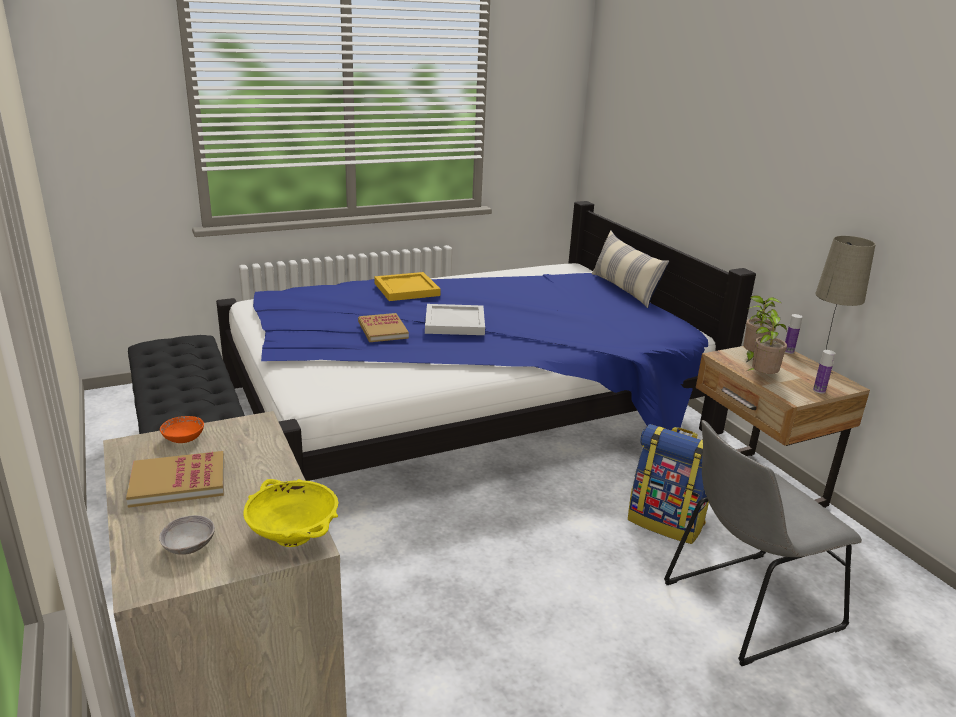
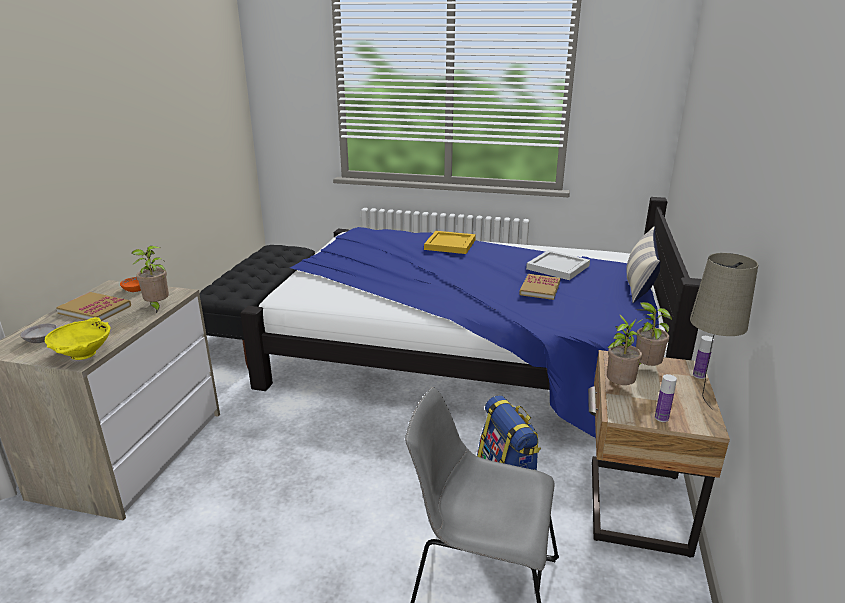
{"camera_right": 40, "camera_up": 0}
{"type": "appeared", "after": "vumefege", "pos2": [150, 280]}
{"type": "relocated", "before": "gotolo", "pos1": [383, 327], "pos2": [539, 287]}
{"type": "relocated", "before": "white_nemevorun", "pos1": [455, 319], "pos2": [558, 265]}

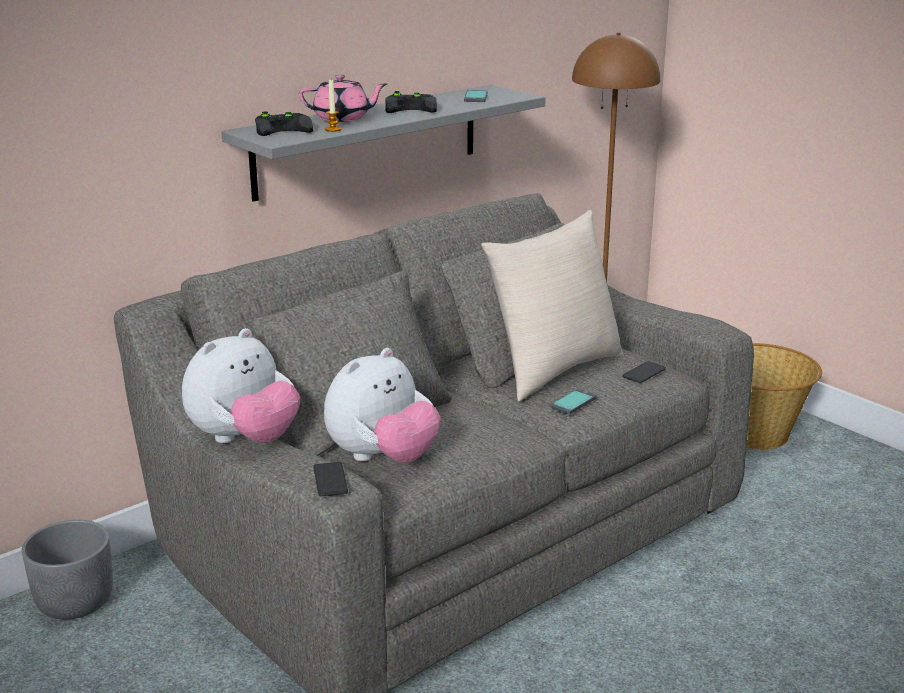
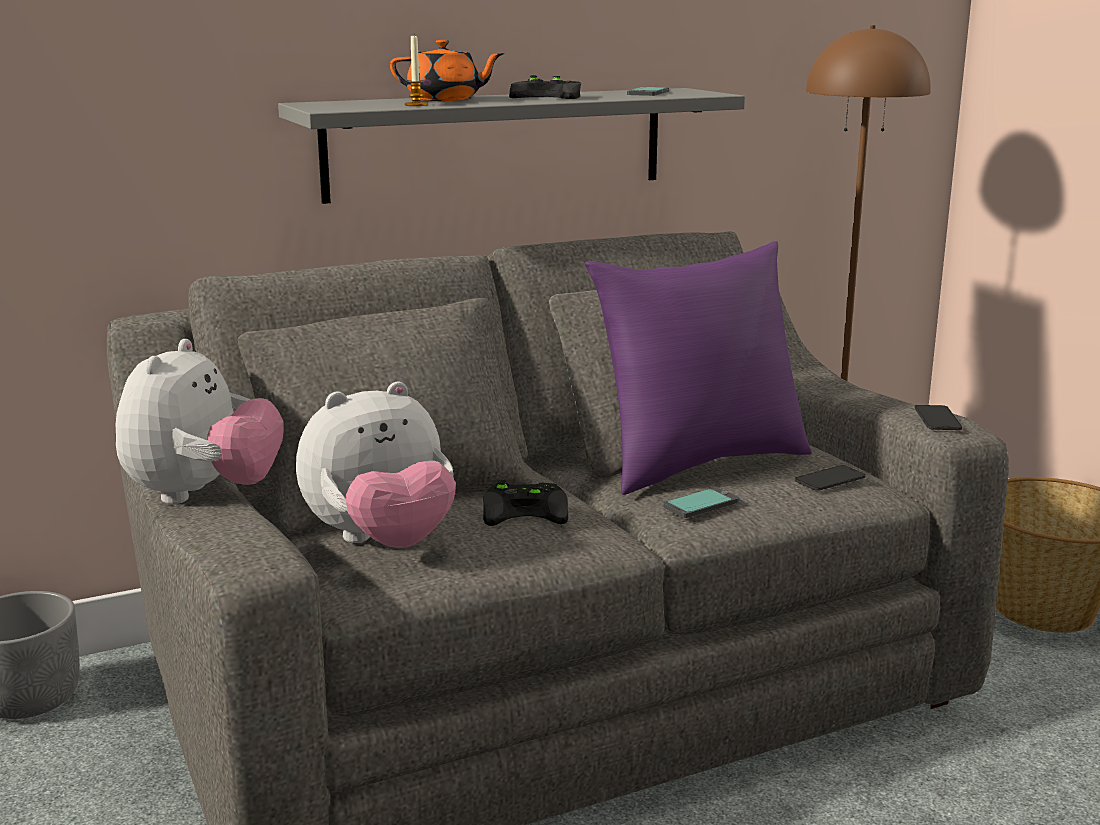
{"camera_right": 15, "camera_up": -5}
{"type": "spun", "before": "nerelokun", "pos1": [241, 385], "pos2": [200, 421], "turn": -45}
{"type": "colour", "before": "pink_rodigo", "after": "orange_rodigo", "pos1": [343, 98], "pos2": [447, 70]}
{"type": "relocated", "before": "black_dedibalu", "pos1": [284, 123], "pos2": [525, 503]}
{"type": "colour", "before": "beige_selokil", "after": "purple_selokil", "pos1": [552, 305], "pos2": [698, 368]}
{"type": "relocated", "before": "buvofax", "pos1": [330, 479], "pos2": [938, 417]}

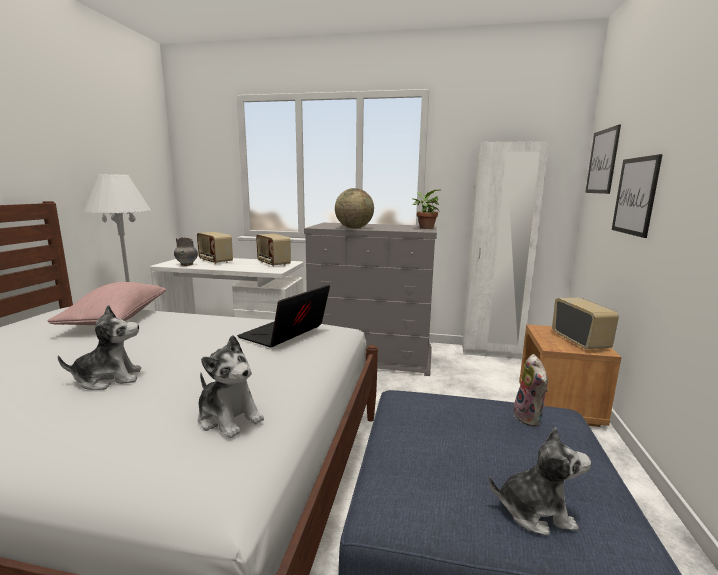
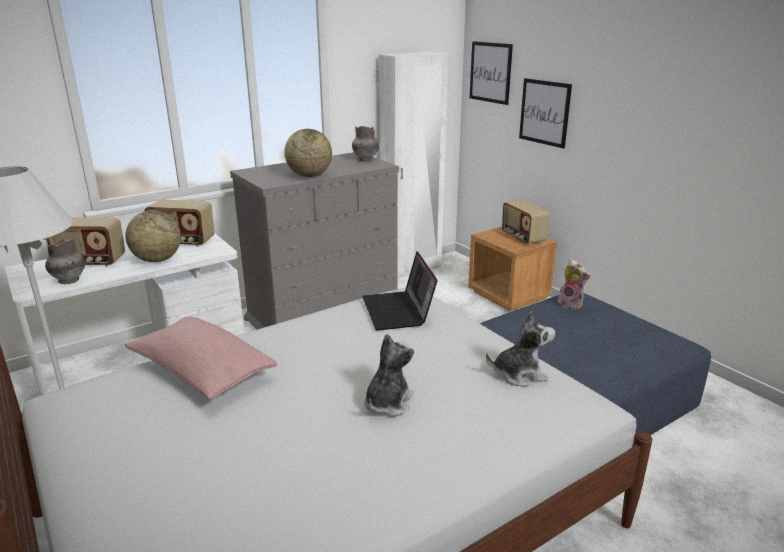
{"camera_right": -45, "camera_up": 10}
{"type": "appeared", "after": "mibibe", "pos2": [153, 236]}
{"type": "exchanged", "before": "vumefege", "after": "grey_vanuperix", "pos1": [426, 209], "pos2": [365, 143]}
{"type": "spun", "before": "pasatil", "pos1": [585, 323], "pos2": [526, 222], "turn": -150}
{"type": "missing", "before": "nerelokun", "pos1": [540, 481]}

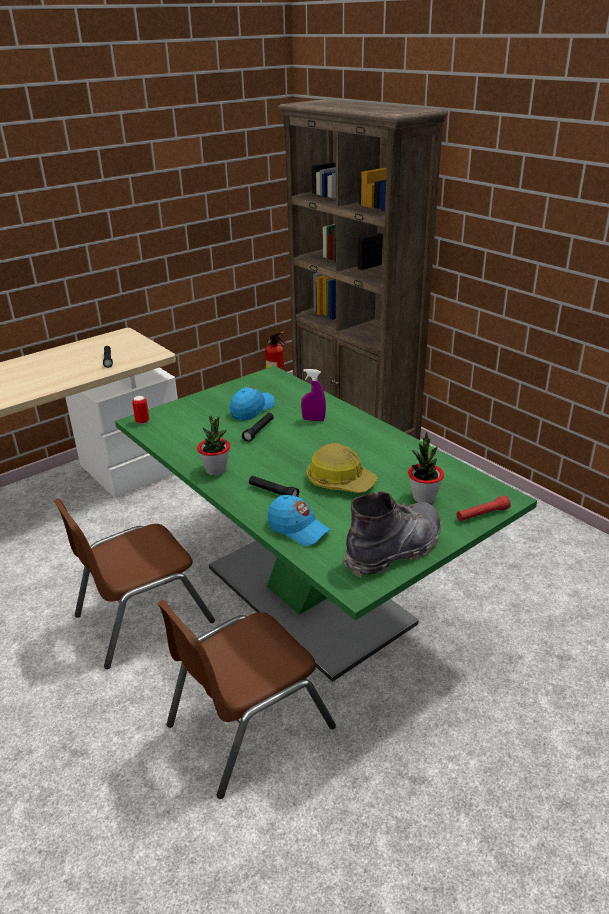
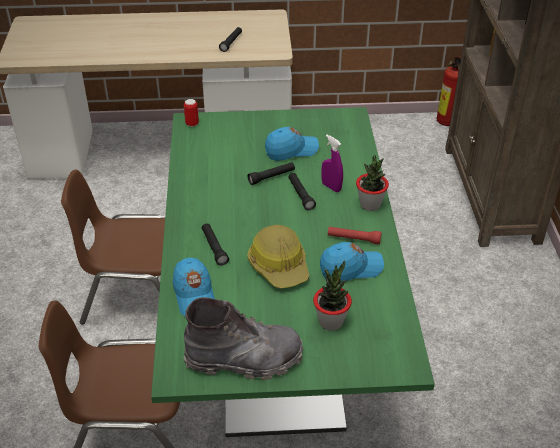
{"camera_right": 35, "camera_up": 10}
{"type": "appeared", "after": "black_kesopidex", "pos2": [302, 191]}
{"type": "appeared", "after": "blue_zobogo", "pos2": [352, 262]}
{"type": "relocated", "before": "red_kesopidex", "pos1": [484, 508], "pos2": [355, 236]}
{"type": "relocated", "before": "vumefege", "pos1": [213, 445], "pos2": [372, 183]}

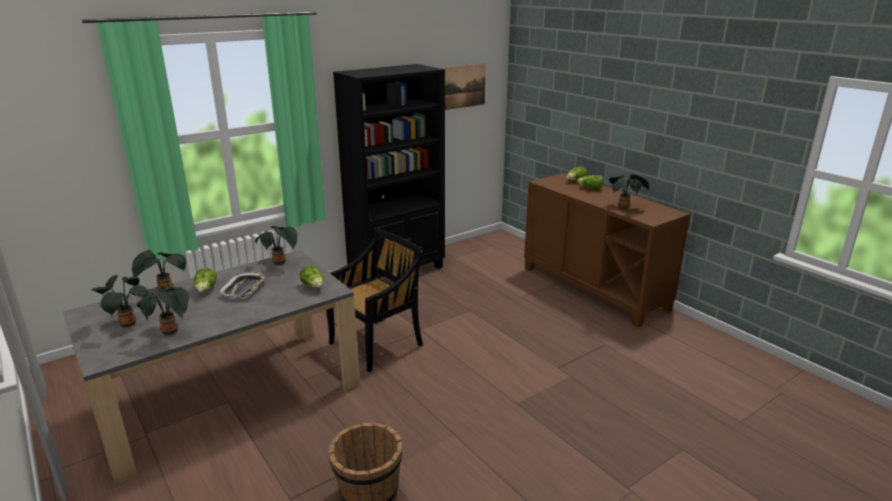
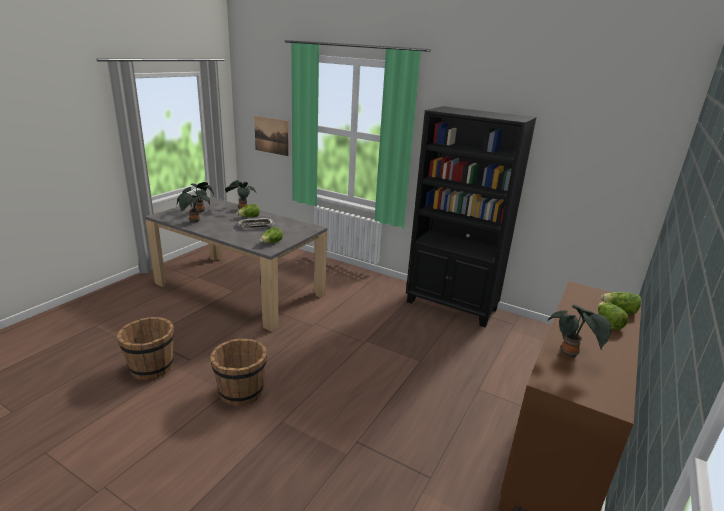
{"camera_right": 65, "camera_up": 0}
{"type": "appeared", "after": "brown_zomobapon", "pos2": [238, 372]}
{"type": "relocated", "before": "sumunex", "pos1": [465, 86], "pos2": [271, 136]}
{"type": "missing", "before": "vumefege", "pos1": [276, 245]}
{"type": "missing", "before": "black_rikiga", "pos1": [374, 300]}

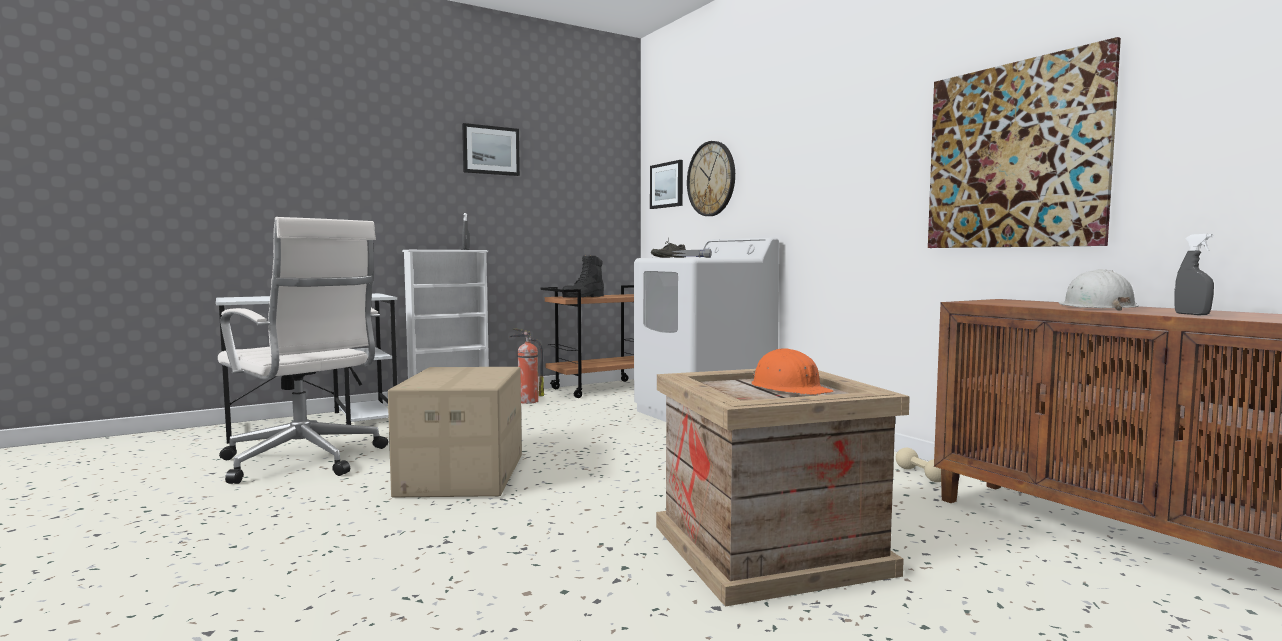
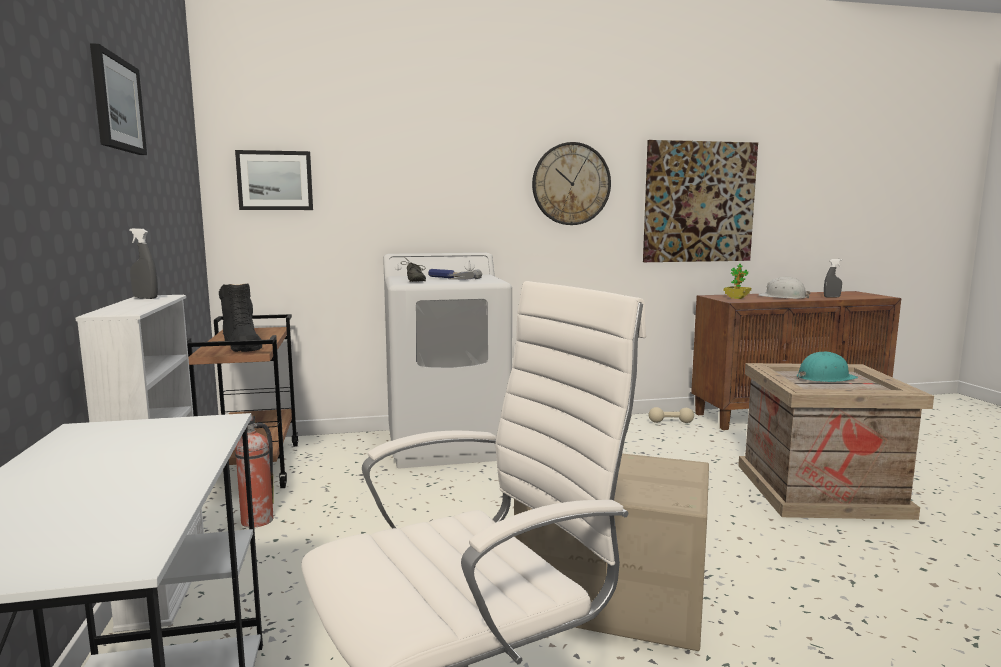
{"camera_right": -70, "camera_up": 5}
{"type": "relocated", "before": "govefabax", "pos1": [711, 178], "pos2": [571, 183]}
{"type": "appeared", "after": "vumefege", "pos2": [737, 281]}
{"type": "colour", "before": "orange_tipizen", "after": "turquoise_tipizen", "pos1": [792, 371], "pos2": [827, 367]}

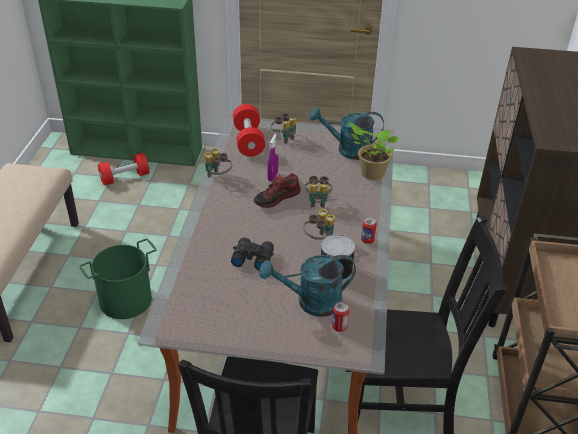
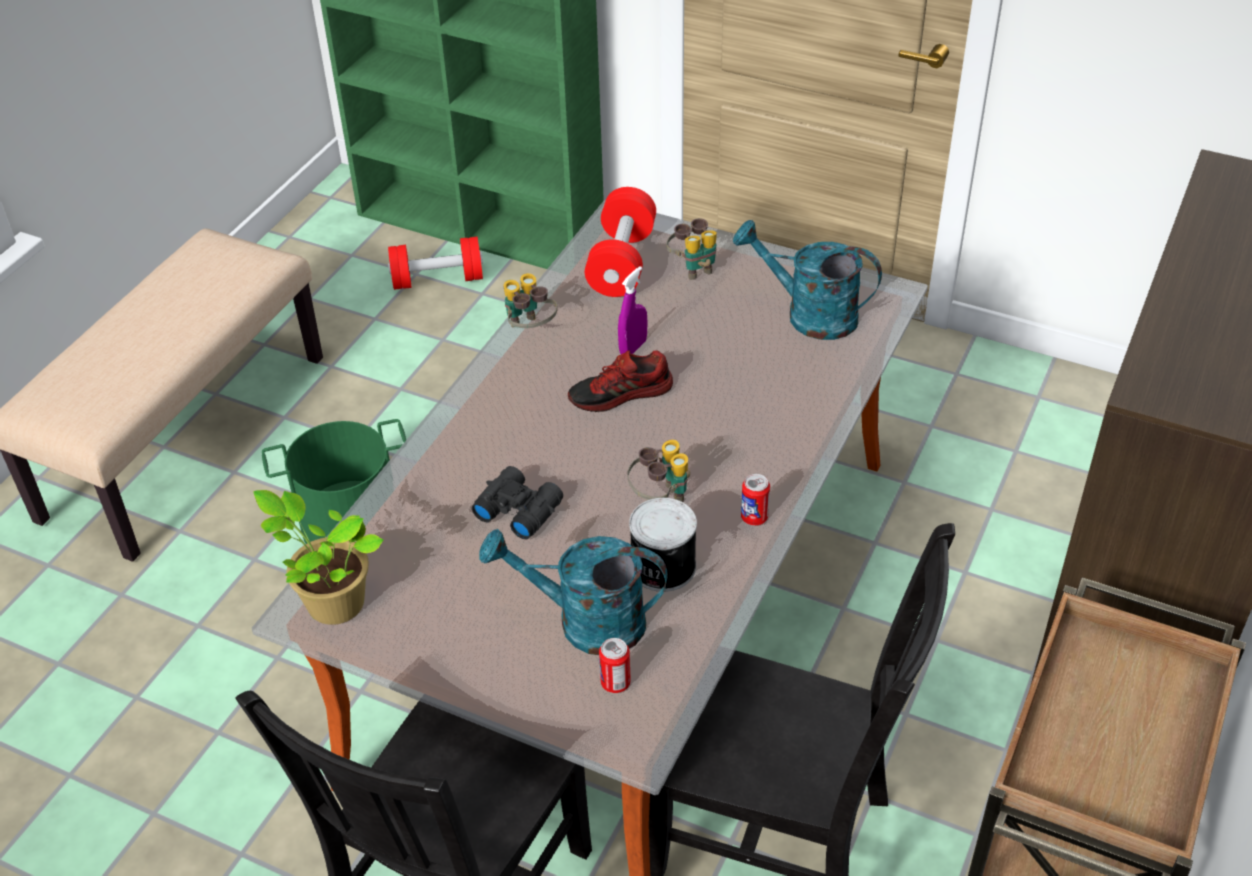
{"camera_right": 20, "camera_up": 5}
{"type": "relocated", "before": "vumefege", "pos1": [373, 151], "pos2": [319, 557]}
{"type": "missing", "before": "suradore", "pos1": [319, 192]}

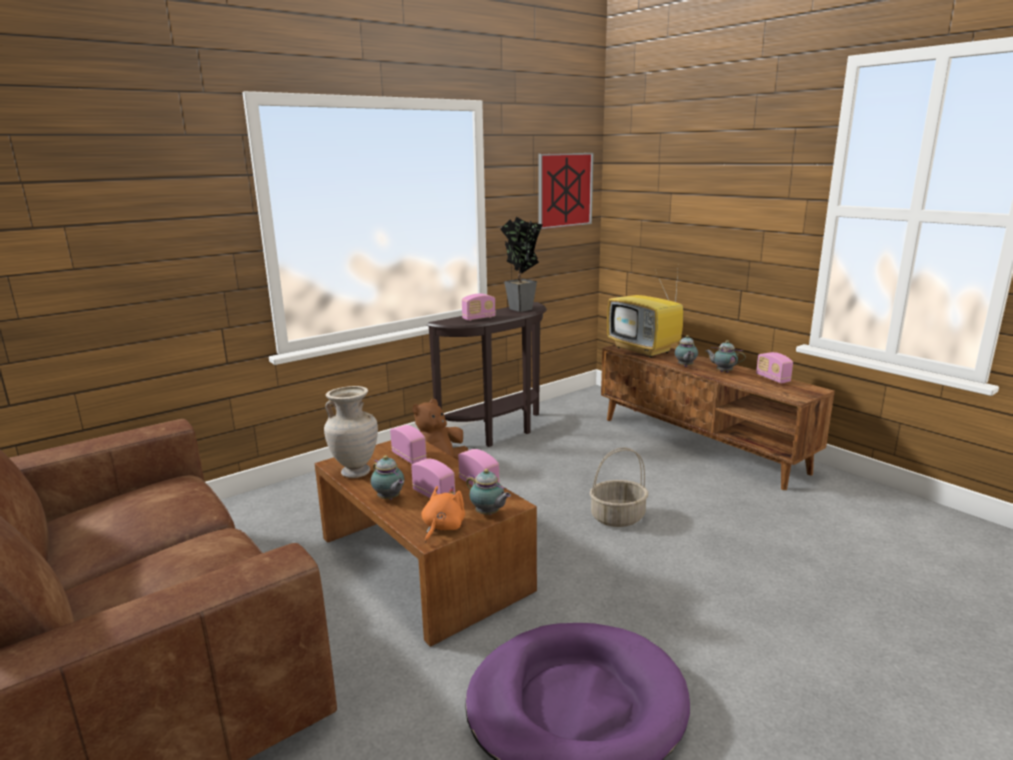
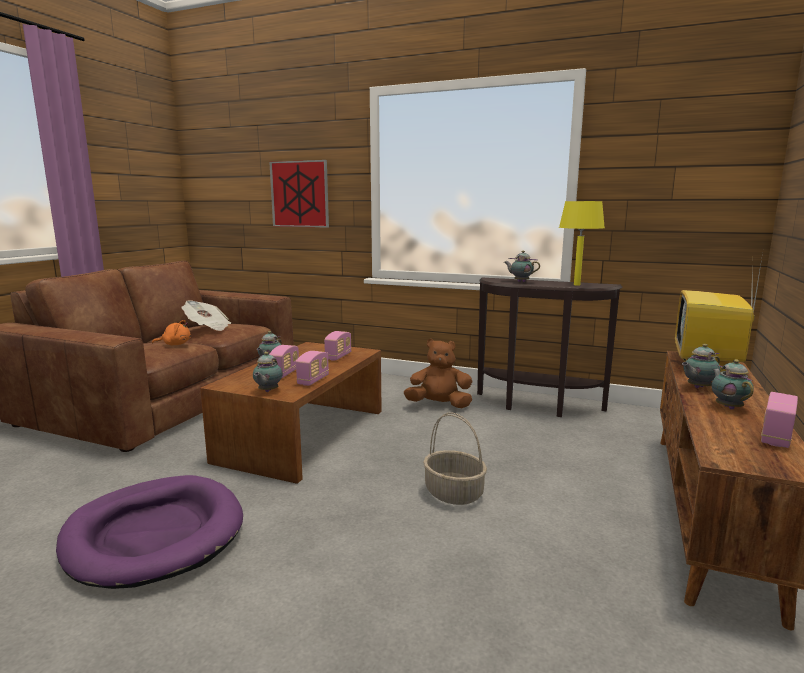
{"camera_right": 60, "camera_up": -5}
{"type": "relocated", "before": "orange_nerelokun", "pos1": [443, 514], "pos2": [171, 332]}
{"type": "appeared", "after": "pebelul", "pos2": [206, 315]}
{"type": "relocated", "before": "sumunex", "pos1": [566, 191], "pos2": [299, 193]}
{"type": "exchanged", "before": "pasatil", "after": "rodigo", "pos1": [479, 307], "pos2": [522, 266]}
{"type": "exchanged", "before": "vumefege", "after": "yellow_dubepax", "pos1": [521, 264], "pos2": [582, 243]}
{"type": "missing", "before": "beige_vanuperix", "pos1": [351, 432]}

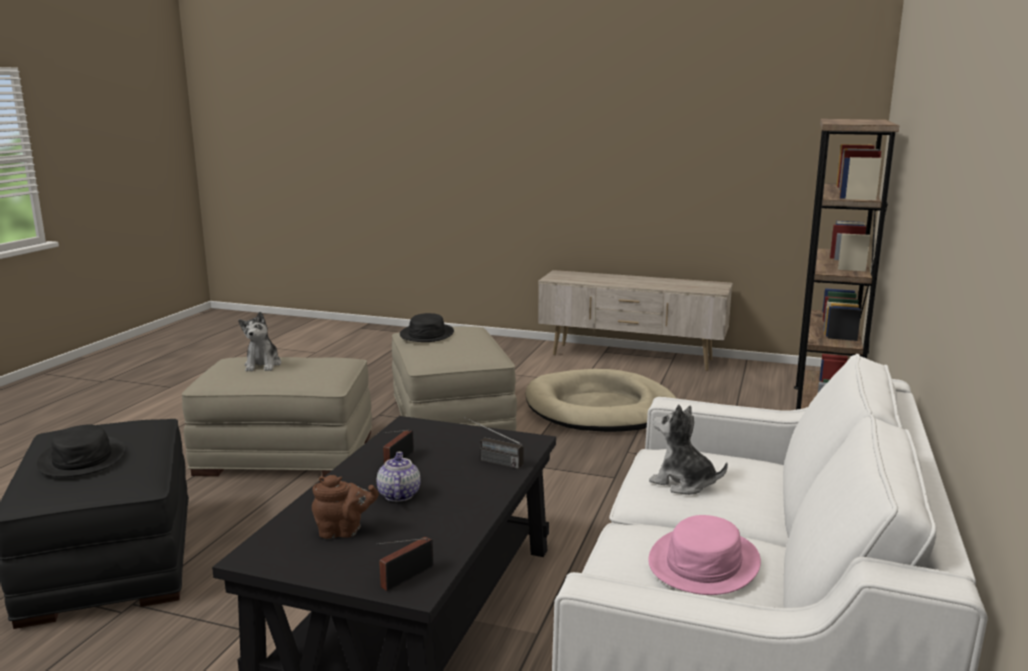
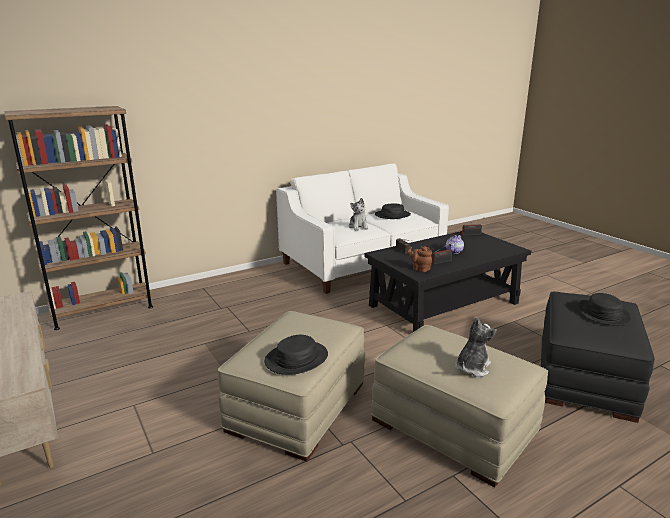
{"camera_right": -140, "camera_up": 5}
{"type": "colour", "before": "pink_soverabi", "after": "black_soverabi", "pos1": [704, 555], "pos2": [393, 211]}
{"type": "relocated", "before": "brown_rodigo", "pos1": [345, 507], "pos2": [419, 259]}
{"type": "missing", "before": "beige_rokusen", "pos1": [601, 400]}

